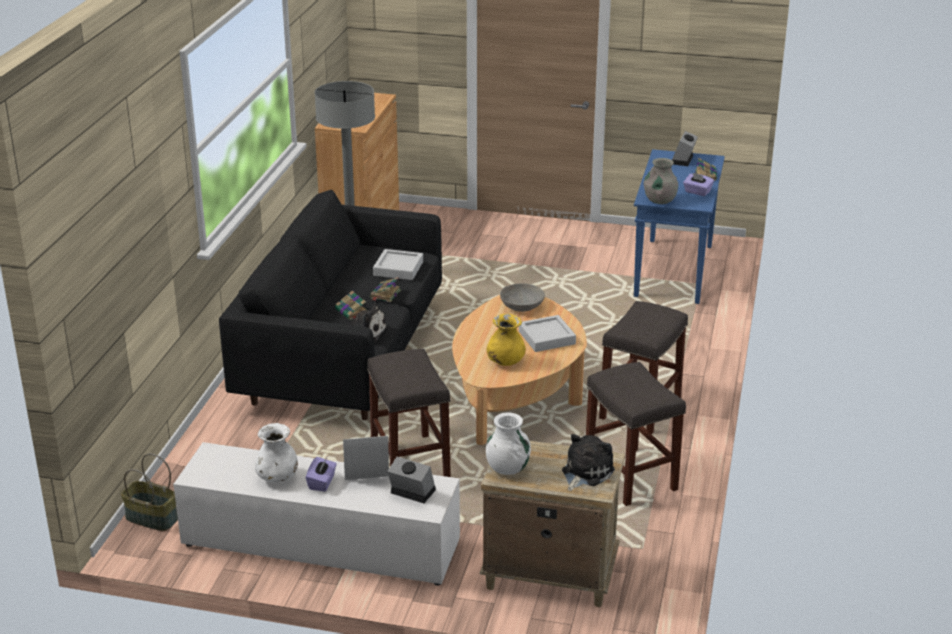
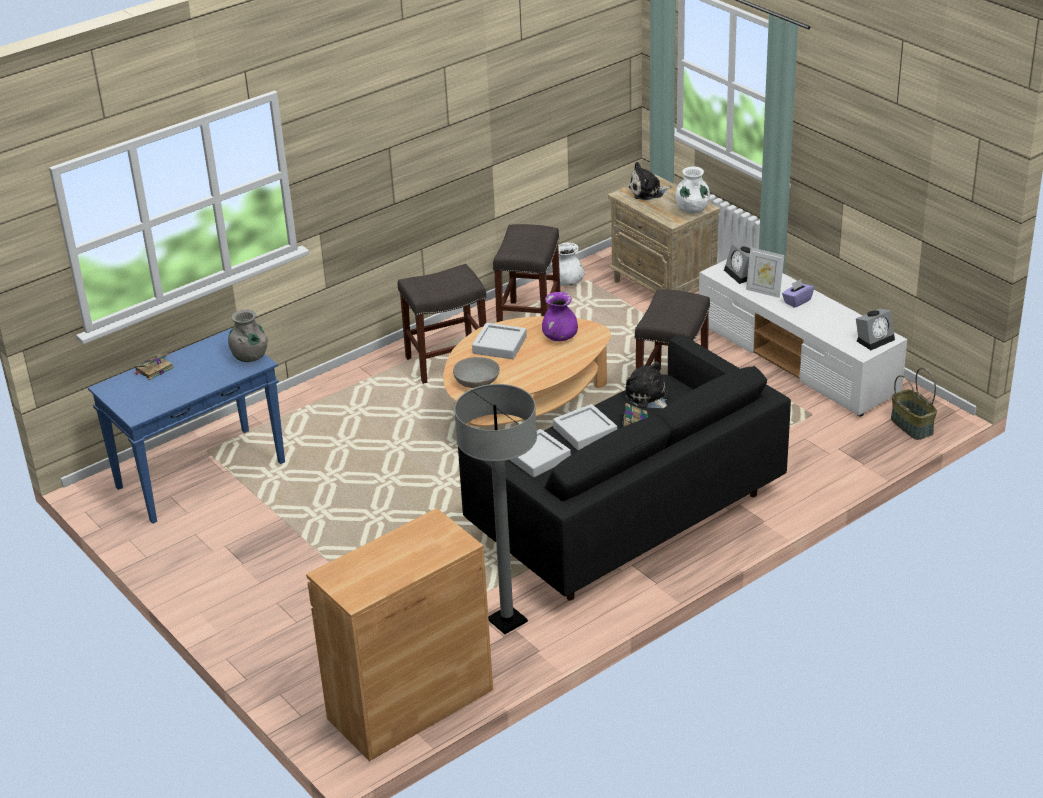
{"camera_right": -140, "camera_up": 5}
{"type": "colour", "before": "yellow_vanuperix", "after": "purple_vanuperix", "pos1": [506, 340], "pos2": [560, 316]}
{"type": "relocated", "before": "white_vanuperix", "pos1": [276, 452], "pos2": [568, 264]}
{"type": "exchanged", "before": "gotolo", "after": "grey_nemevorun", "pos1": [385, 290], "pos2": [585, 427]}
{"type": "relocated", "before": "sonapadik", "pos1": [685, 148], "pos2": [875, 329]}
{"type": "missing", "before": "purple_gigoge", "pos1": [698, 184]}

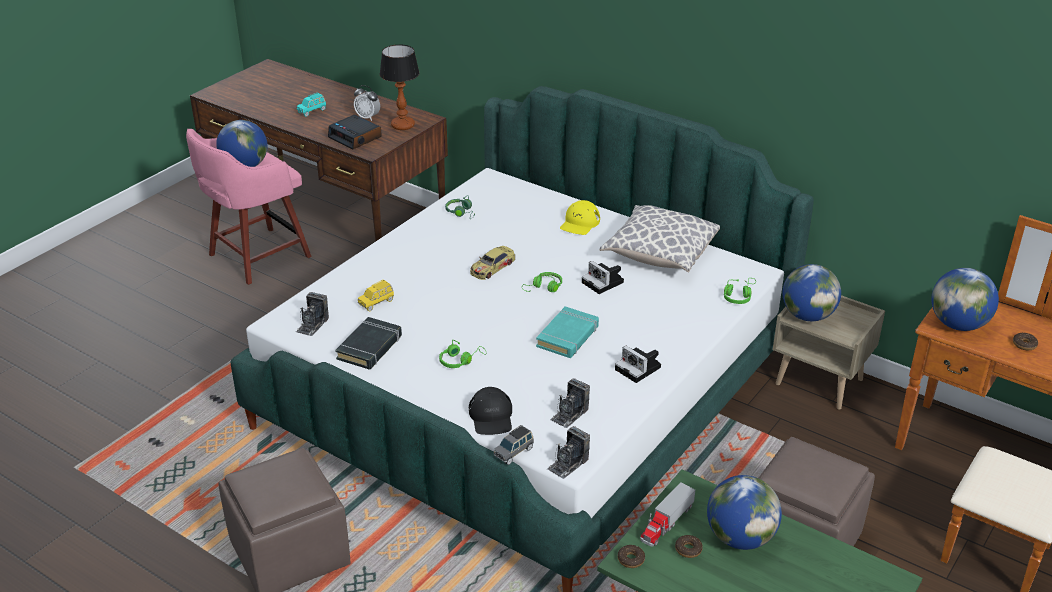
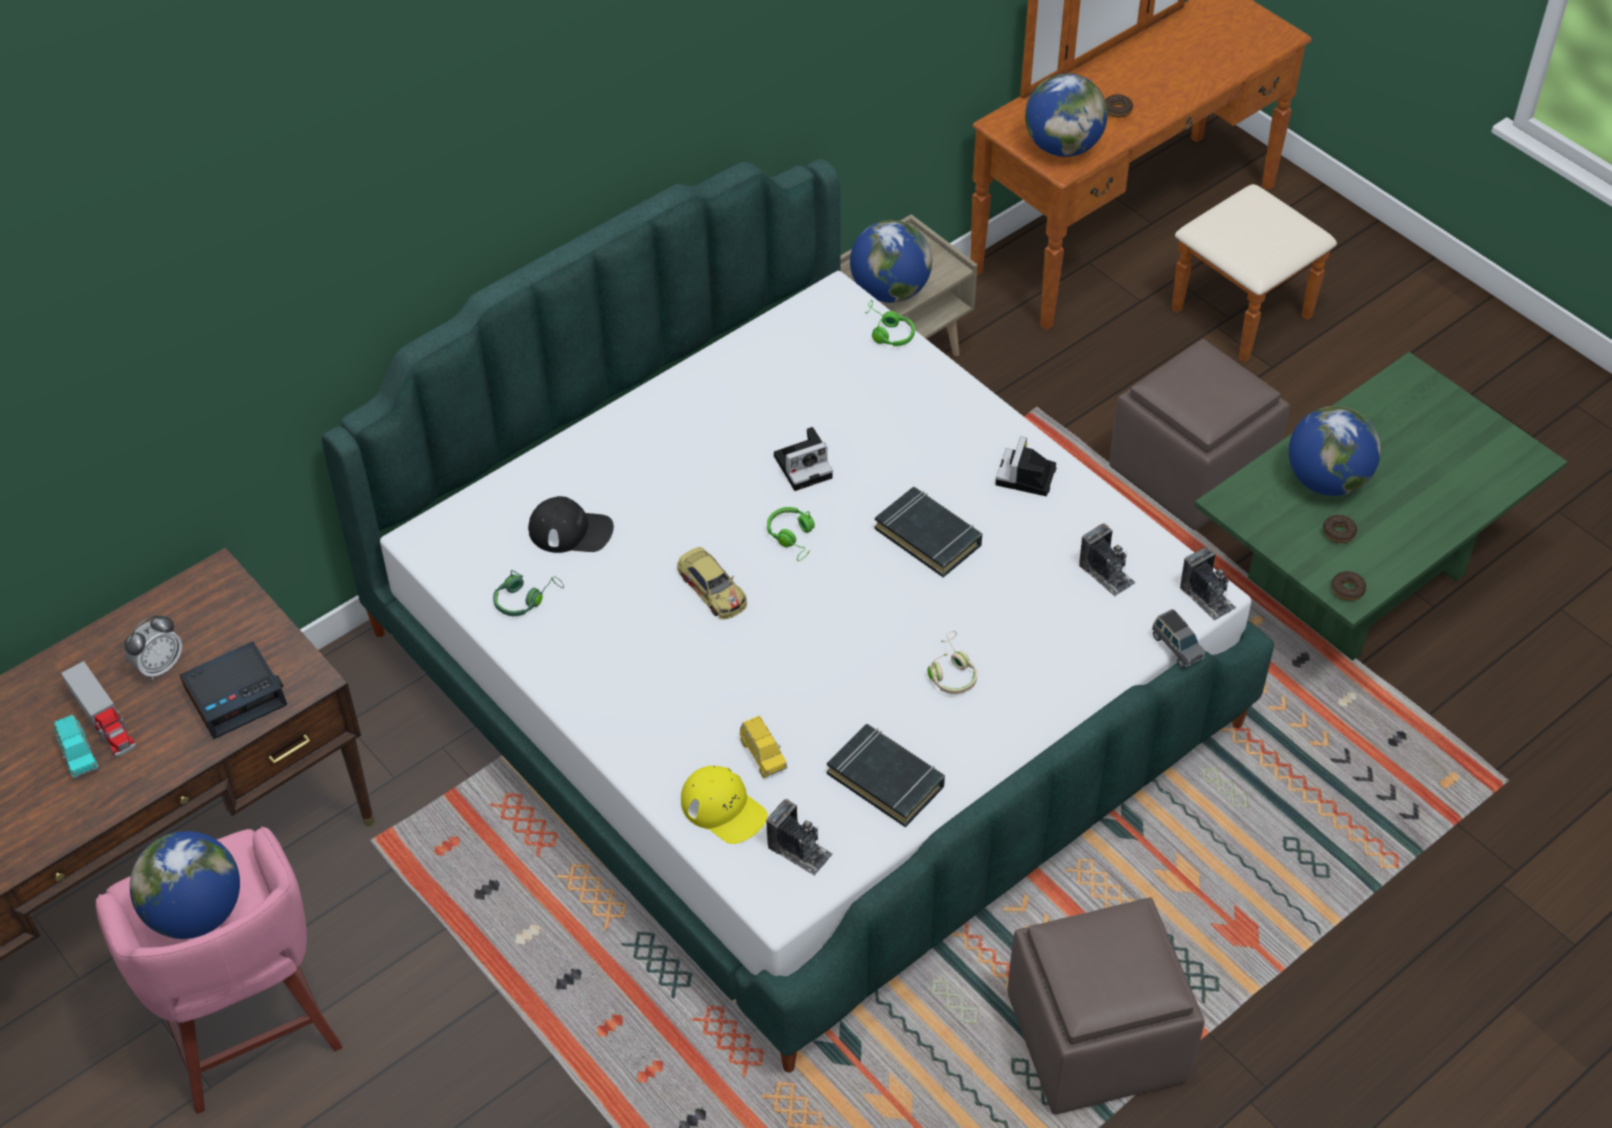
{"camera_right": -75, "camera_up": 15}
{"type": "relocated", "before": "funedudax", "pos1": [667, 514], "pos2": [98, 709]}
{"type": "relocated", "before": "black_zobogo", "pos1": [490, 411], "pos2": [571, 524]}
{"type": "relocated", "before": "yellow_zobogo", "pos1": [580, 217], "pos2": [724, 805]}
{"type": "colour", "before": "turquoise_gotolo", "after": "black_gotolo", "pos1": [567, 332], "pos2": [928, 532]}
{"type": "colour", "before": "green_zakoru", "after": "beige_zakoru", "pos1": [462, 354], "pos2": [952, 662]}
{"type": "spun", "before": "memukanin", "pos1": [638, 364], "pos2": [1026, 466], "turn": 135}
{"type": "missing", "before": "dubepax", "pos1": [400, 87]}
{"type": "missing", "before": "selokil", "pos1": [660, 238]}

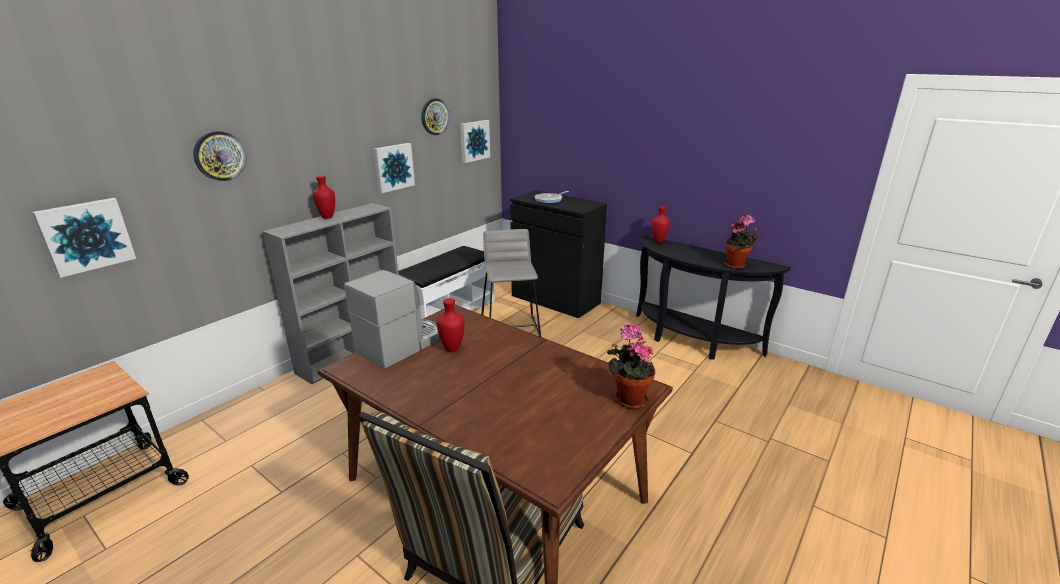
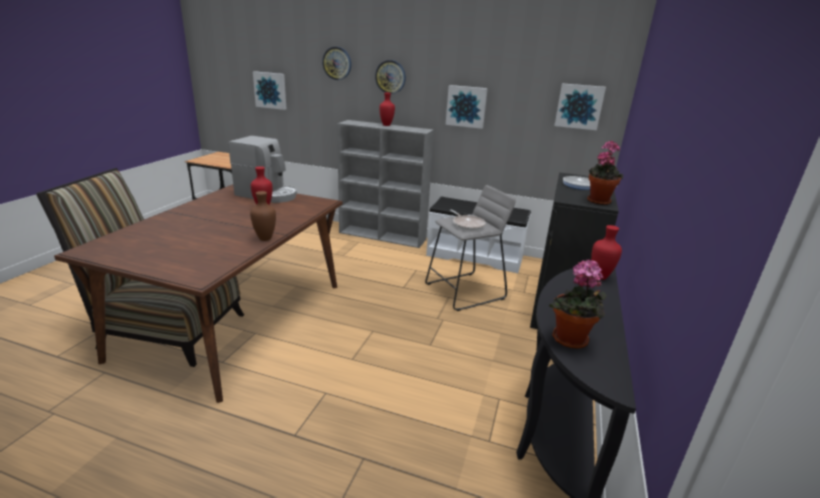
{"camera_right": 70, "camera_up": 0}
{"type": "appeared", "after": "brown_vanuperix", "pos2": [263, 216]}
{"type": "relocated", "before": "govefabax", "pos1": [435, 116], "pos2": [390, 77]}
{"type": "appeared", "after": "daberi", "pos2": [468, 220]}
{"type": "relocated", "before": "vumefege", "pos1": [631, 366], "pos2": [605, 173]}

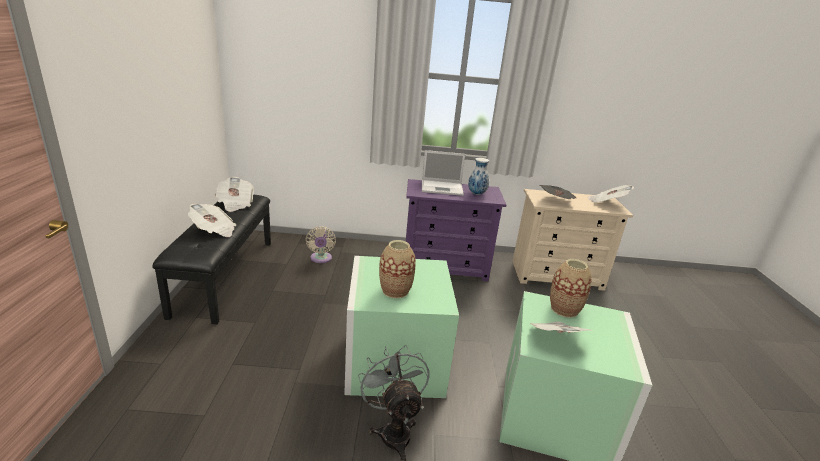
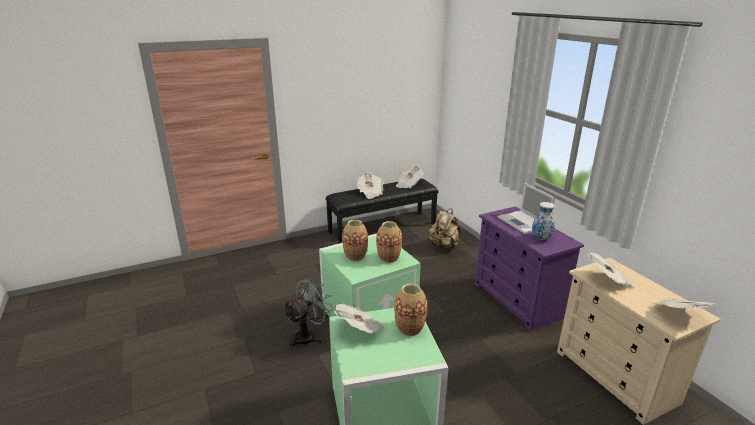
{"camera_right": 65, "camera_up": 0}
{"type": "appeared", "after": "vanuperix", "pos2": [389, 242]}
{"type": "exchanged", "before": "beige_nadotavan", "after": "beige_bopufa", "pos1": [321, 245], "pos2": [445, 230]}

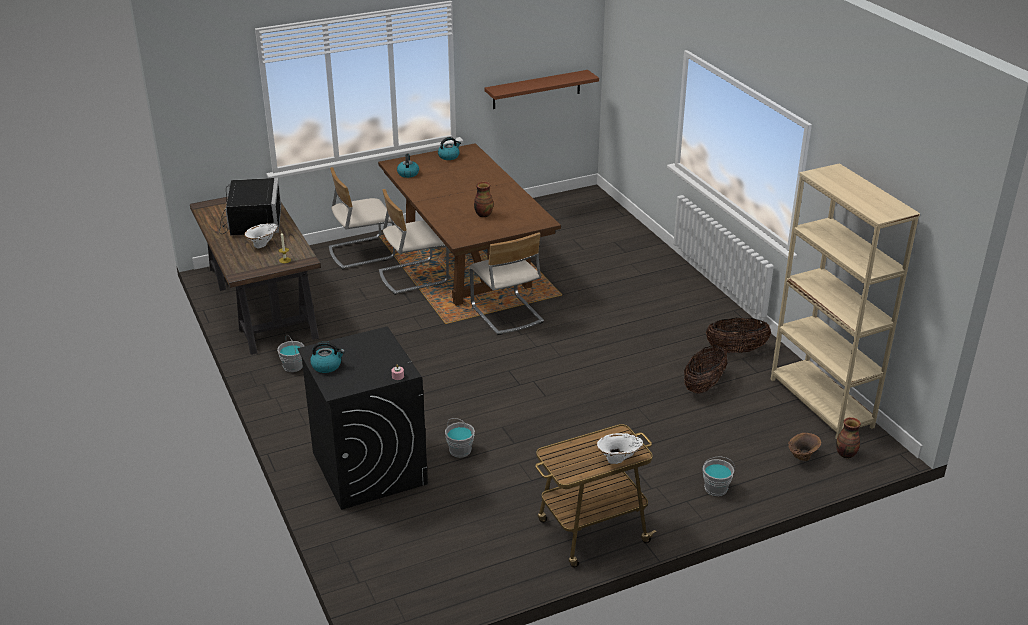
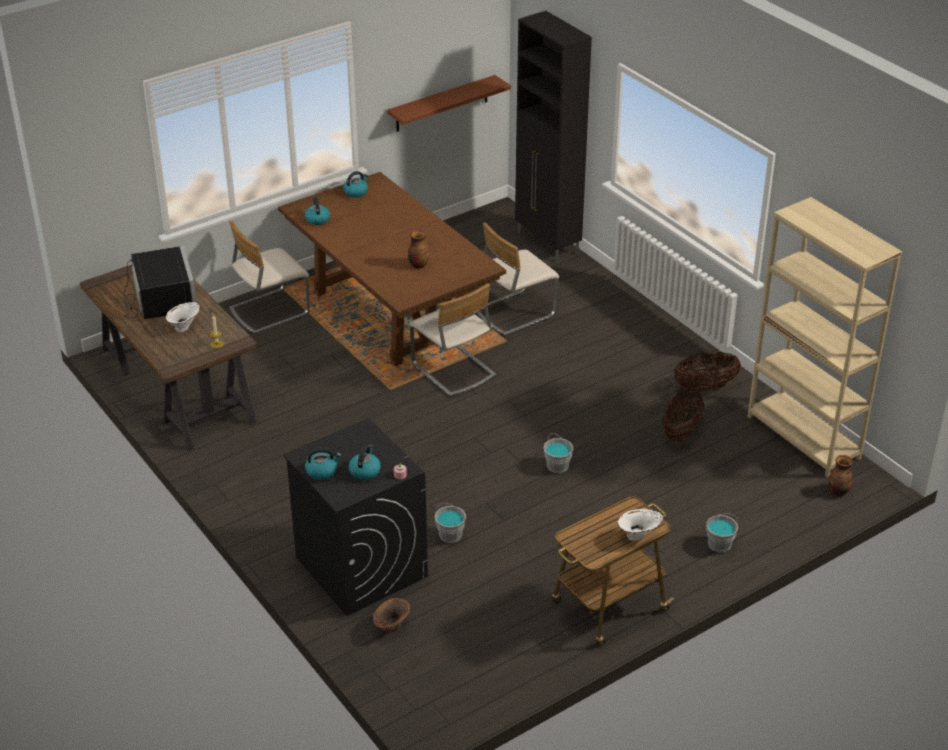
{"camera_right": -10, "camera_up": 5}
{"type": "appeared", "after": "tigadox", "pos2": [365, 462]}
{"type": "relocated", "before": "brown_vanuperix", "pos1": [804, 447], "pos2": [391, 615]}
{"type": "relocated", "before": "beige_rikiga", "pos1": [414, 242], "pos2": [518, 279]}
{"type": "appeared", "after": "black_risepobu", "pos2": [553, 136]}
{"type": "relocated", "before": "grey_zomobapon", "pos1": [290, 353], "pos2": [558, 453]}

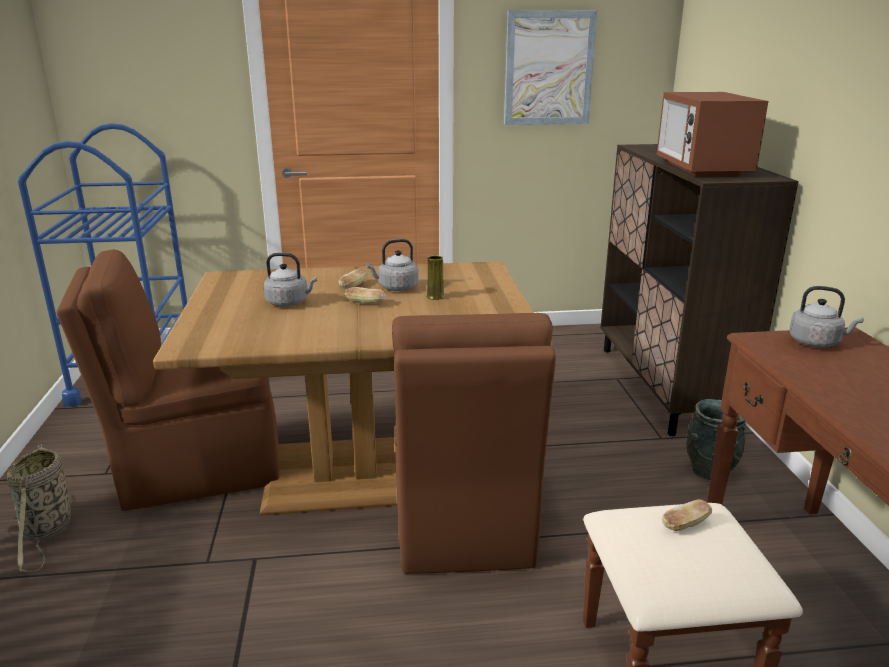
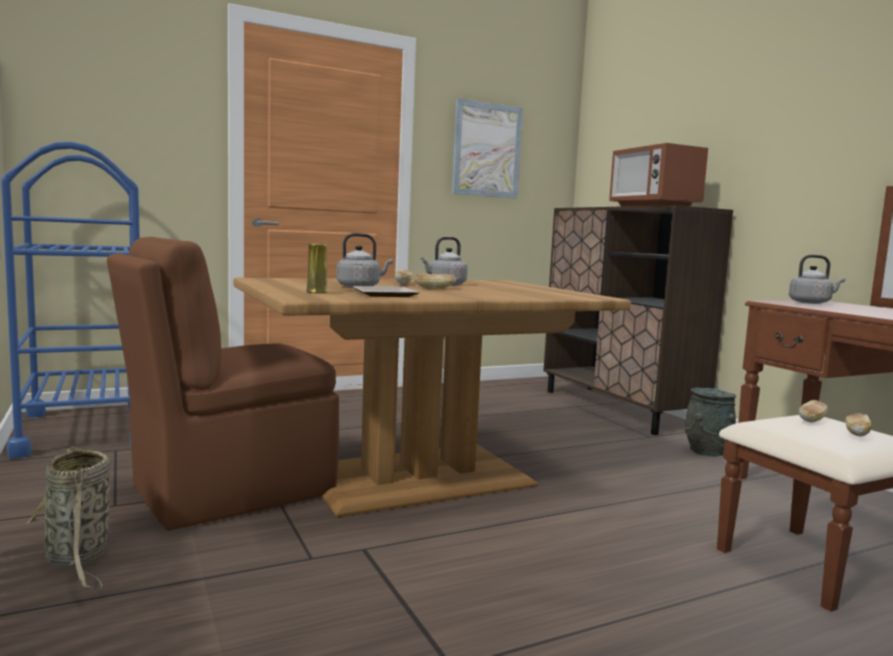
{"camera_right": -20, "camera_up": -15}
{"type": "relocated", "before": "yellow_vanuperix", "pos1": [435, 277], "pos2": [316, 268]}
{"type": "appeared", "after": "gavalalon", "pos2": [386, 291]}
{"type": "appeared", "after": "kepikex", "pos2": [858, 425]}
{"type": "missing", "before": "brown_rikiga", "pos1": [474, 443]}

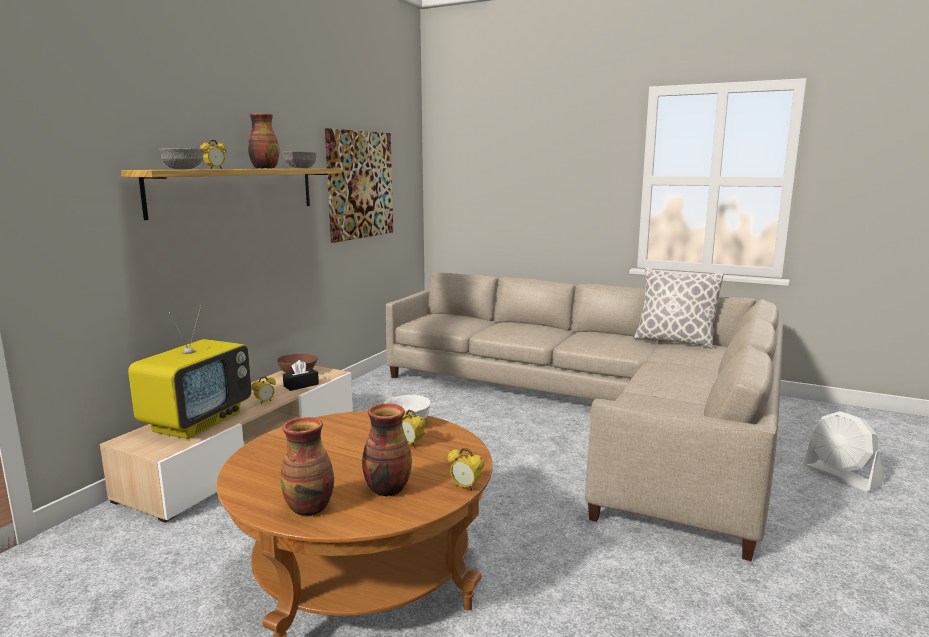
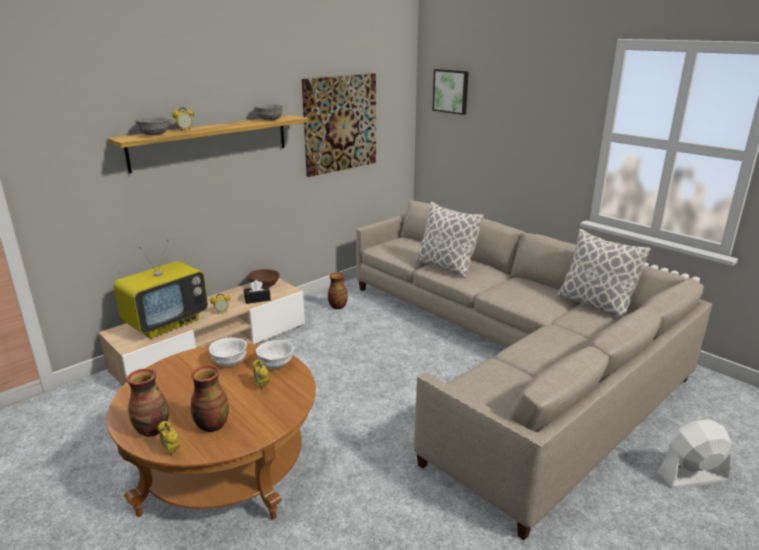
{"camera_right": 20, "camera_up": 10}
{"type": "relocated", "before": "sonapadik", "pos1": [466, 469], "pos2": [169, 438]}
{"type": "appeared", "after": "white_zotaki", "pos2": [228, 351]}
{"type": "relocated", "before": "vanuperix", "pos1": [263, 141], "pos2": [338, 290]}
{"type": "appeared", "after": "selokil", "pos2": [449, 240]}
{"type": "appeared", "after": "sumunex", "pos2": [450, 92]}
{"type": "spun", "before": "white_nadotavan", "pos1": [842, 451], "pos2": [695, 453], "turn": 90}

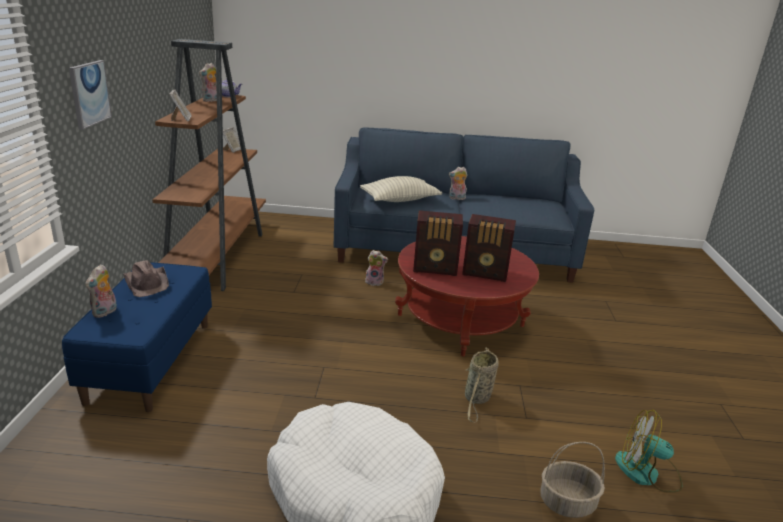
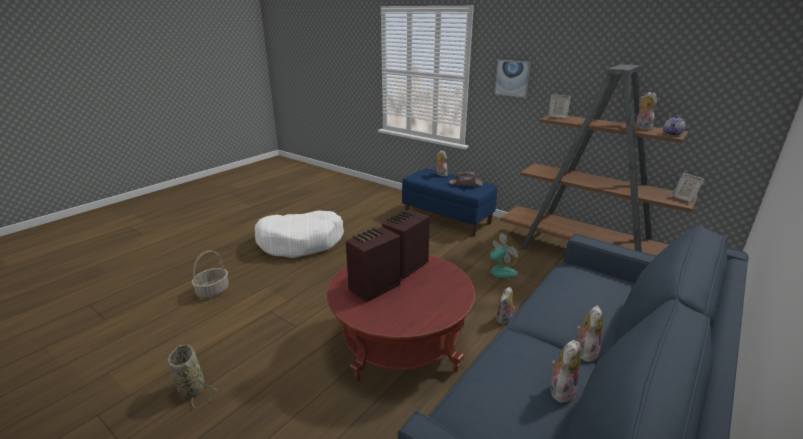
{"camera_right": 125, "camera_up": 0}
{"type": "relocated", "before": "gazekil", "pos1": [482, 385], "pos2": [192, 376]}
{"type": "relocated", "before": "nadotavan", "pos1": [648, 451], "pos2": [500, 260]}
{"type": "appeared", "after": "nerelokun", "pos2": [566, 371]}
{"type": "missing", "before": "selokil", "pos1": [401, 189]}

